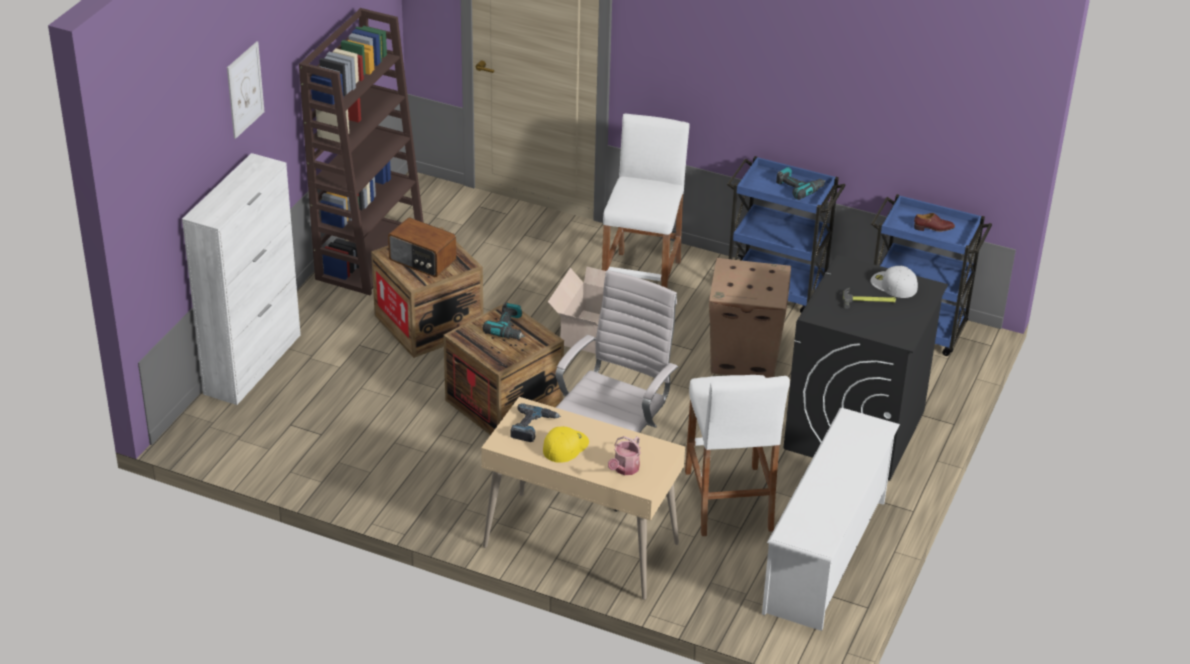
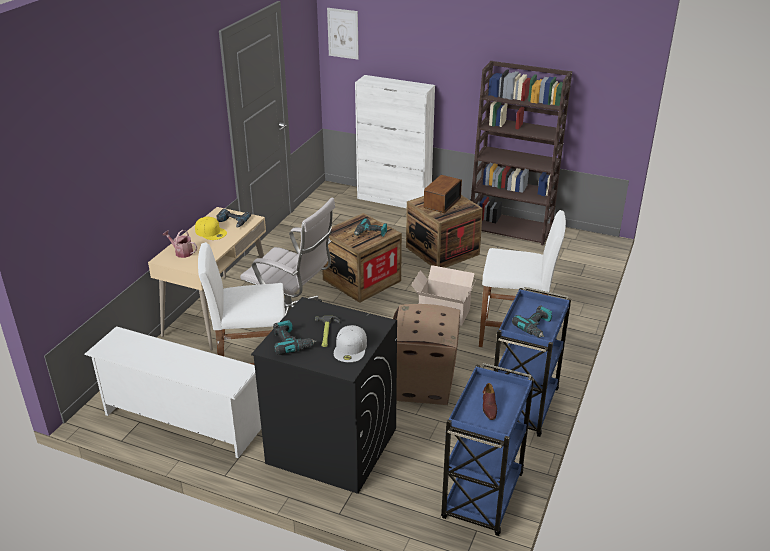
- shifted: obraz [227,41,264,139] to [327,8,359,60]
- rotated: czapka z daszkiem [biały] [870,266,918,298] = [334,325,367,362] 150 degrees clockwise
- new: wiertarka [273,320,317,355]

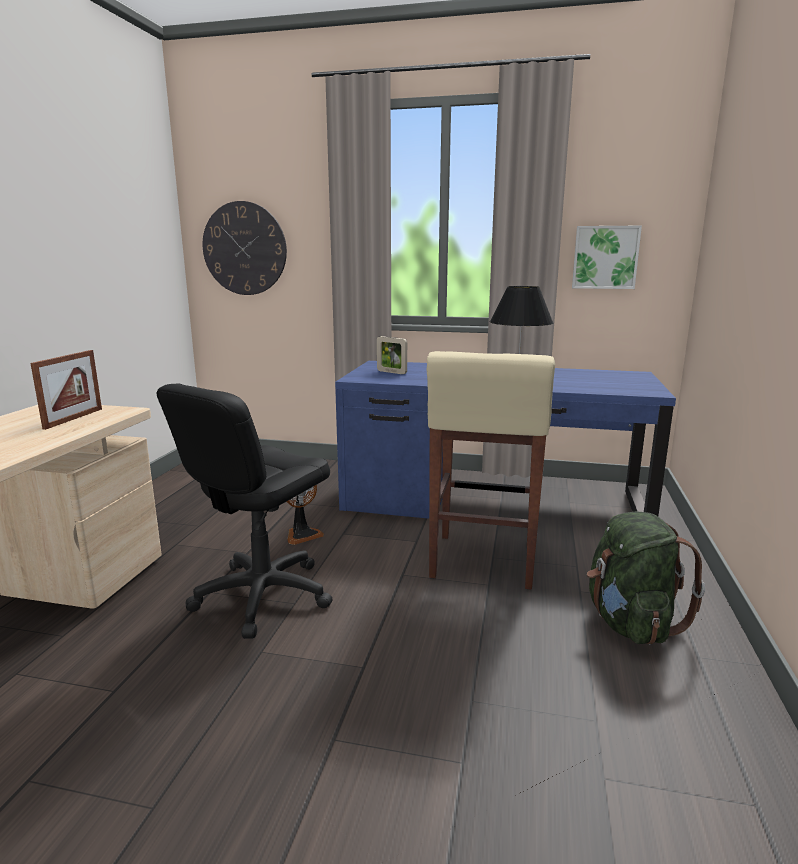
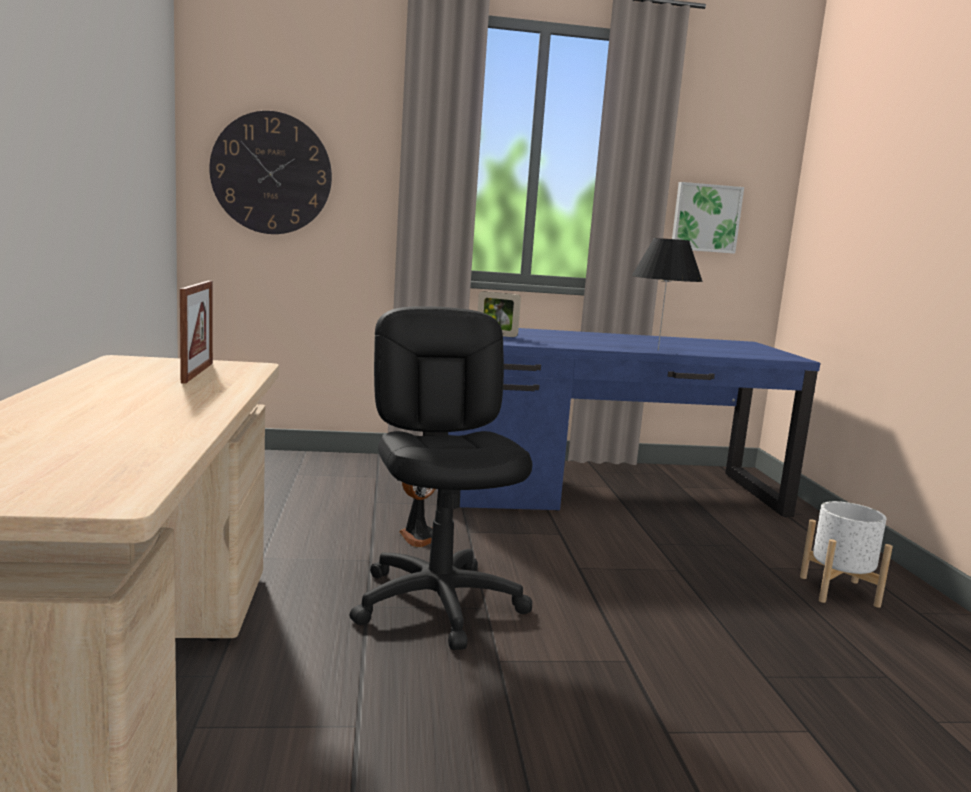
- rotated: krzesło biurowe [czarny] [157,383,333,639] = [350,306,532,650] 150 degrees clockwise
- gone: stołek [beżowy] [427,351,555,590]
- swapped: plecak [zielony] [587,511,705,645] to donica [biały] [800,501,893,608]

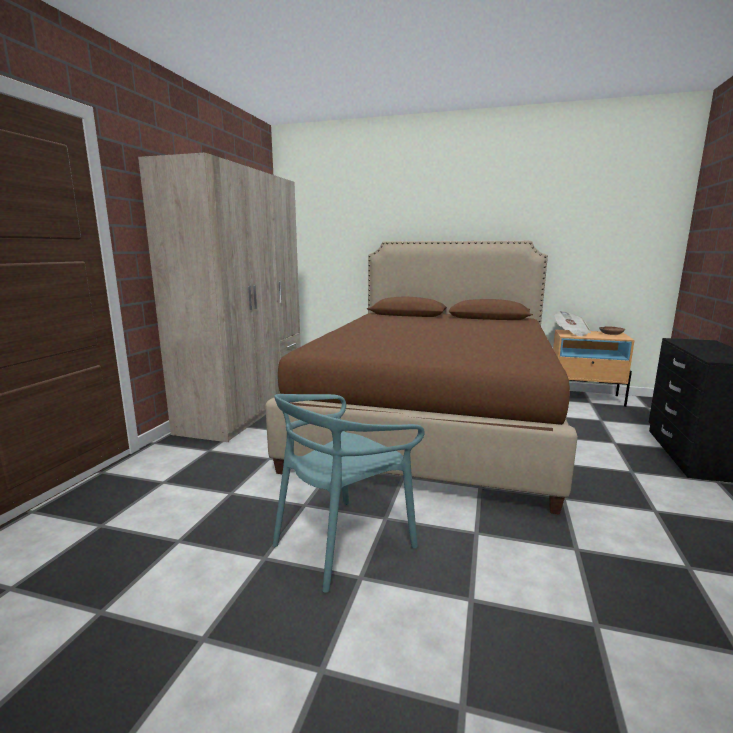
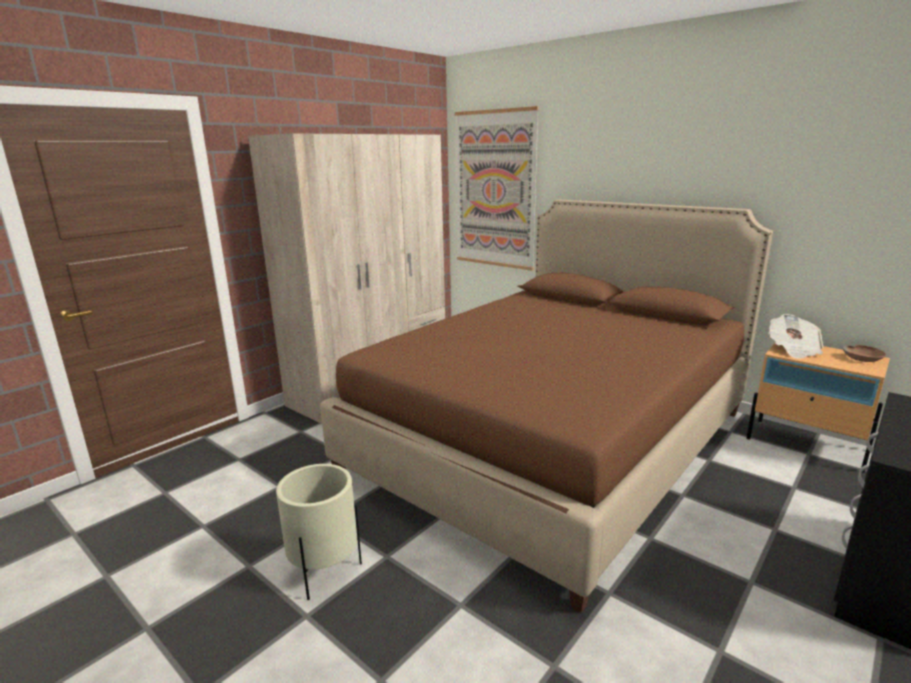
- swapped: krzesło [turkusowy] [272,394,425,593] to donica [beżowy] [276,464,362,600]
- new: obraz [455,106,539,271]

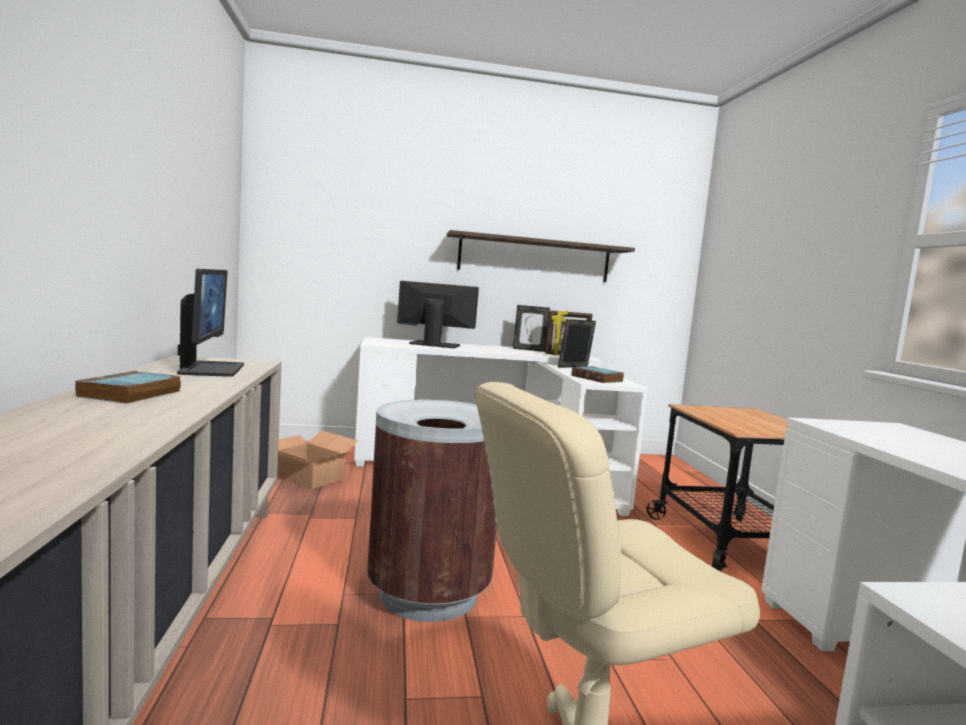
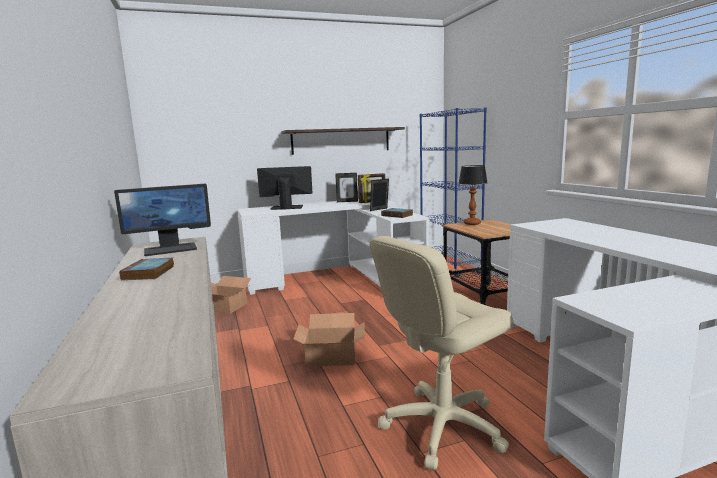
- rotated: monitor [177,269,244,377] = [114,184,211,256] 90 degrees clockwise
- swapped: kosz na śmieci [brązowy] [367,399,497,622] to karton [294,313,365,367]
- new: regał [niebieski] [420,108,487,277]
- new: lampa stołowa [458,165,487,225]

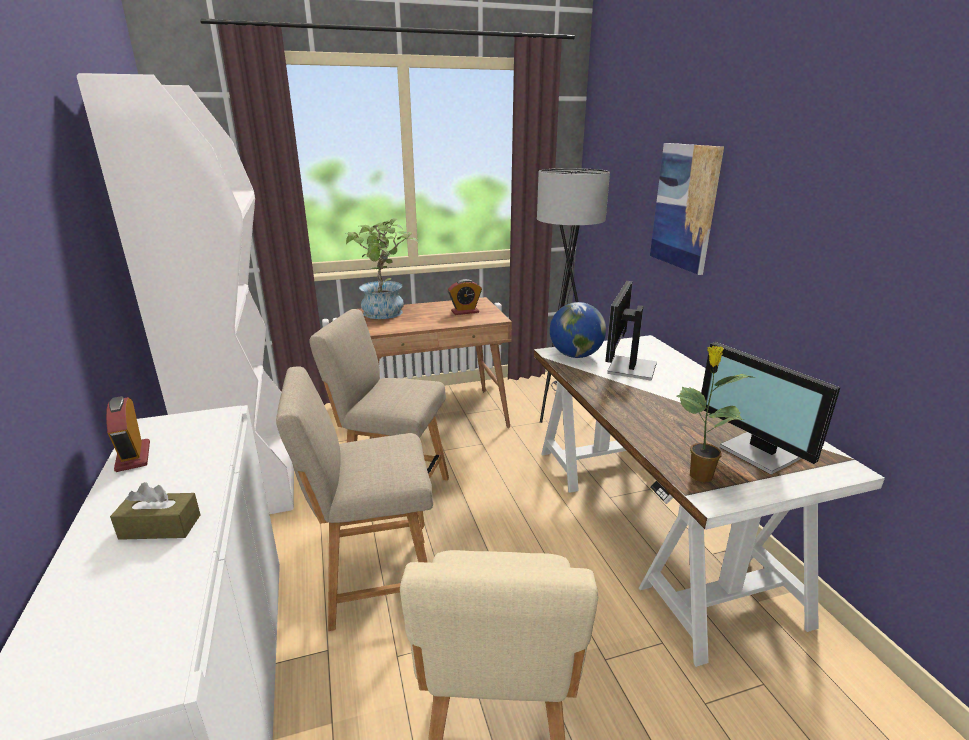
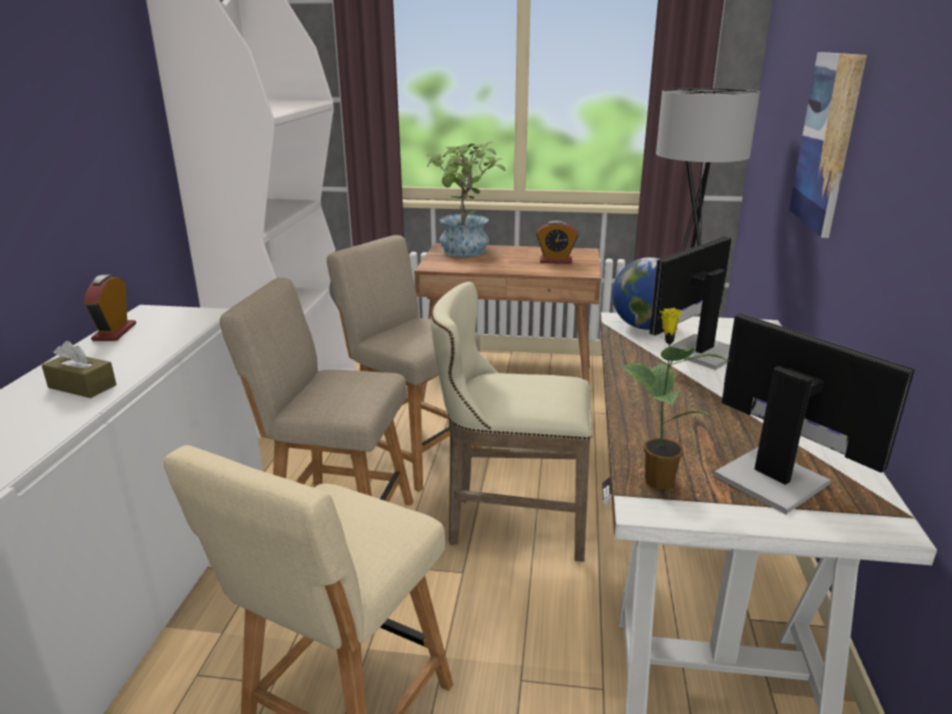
- rotated: monitor [701,342,841,475] = [714,313,915,514] 150 degrees clockwise
- new: stołek [beżowy] [431,282,592,562]

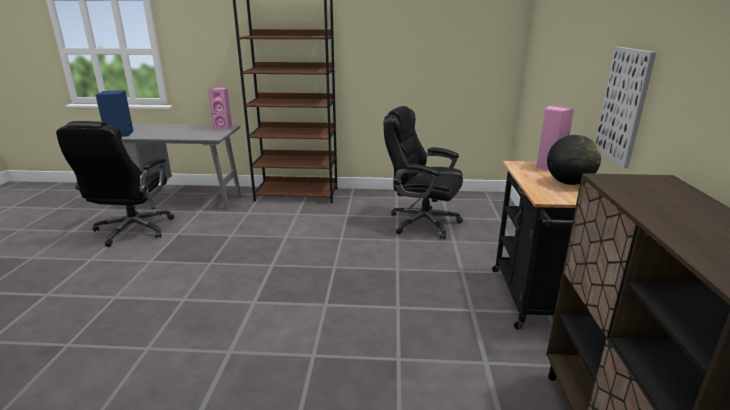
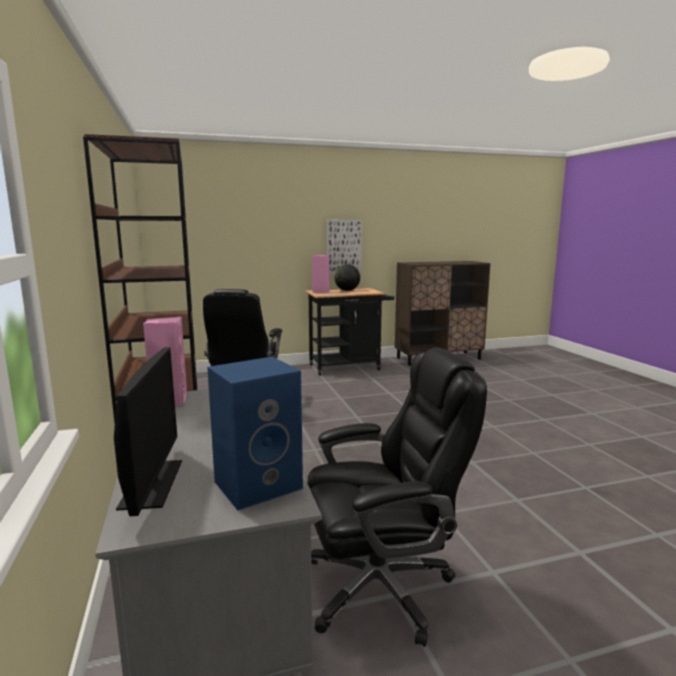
- new: monitor [114,347,182,516]

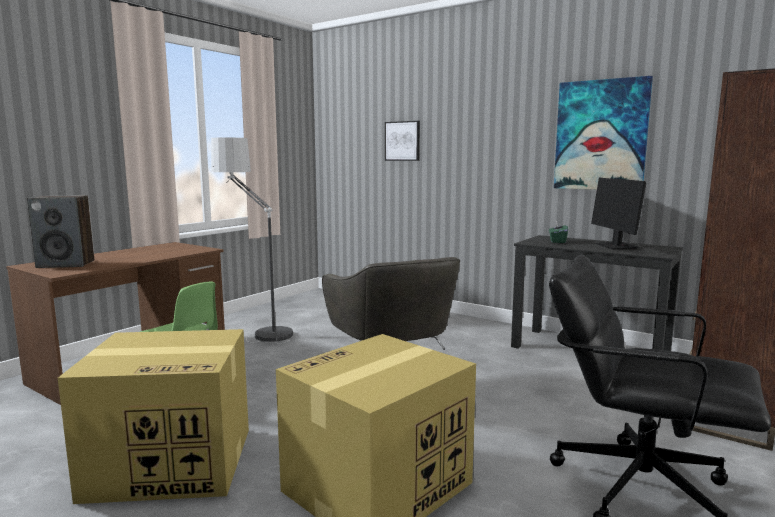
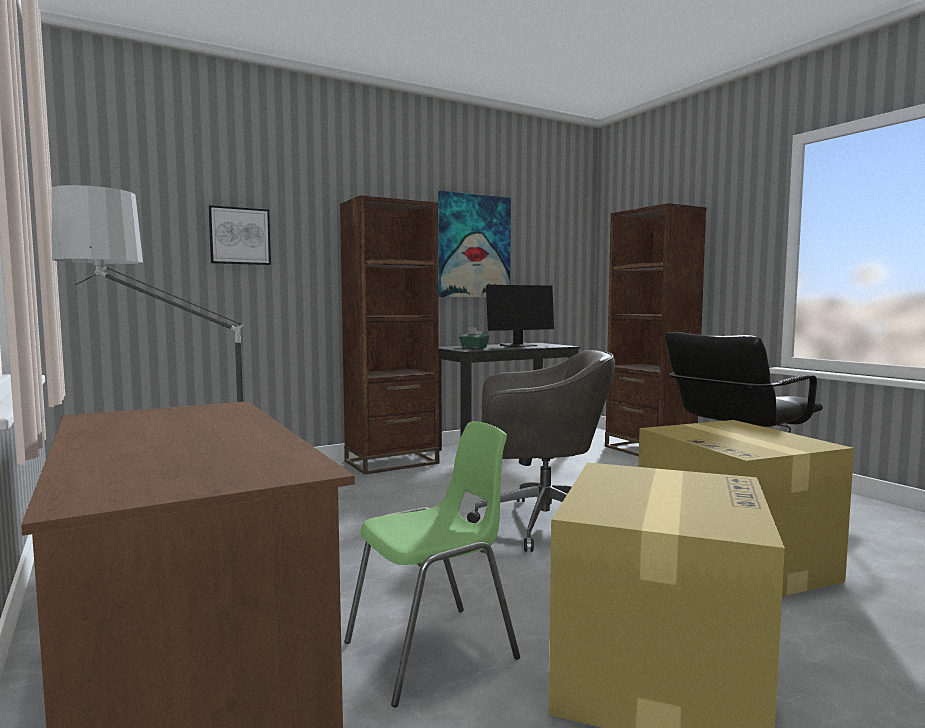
- gone: głośnik [27,196,94,268]
- rotated: monitor [591,178,646,250] = [486,284,554,347] 45 degrees counterclockwise
- new: regał [brązowy] [340,195,439,475]

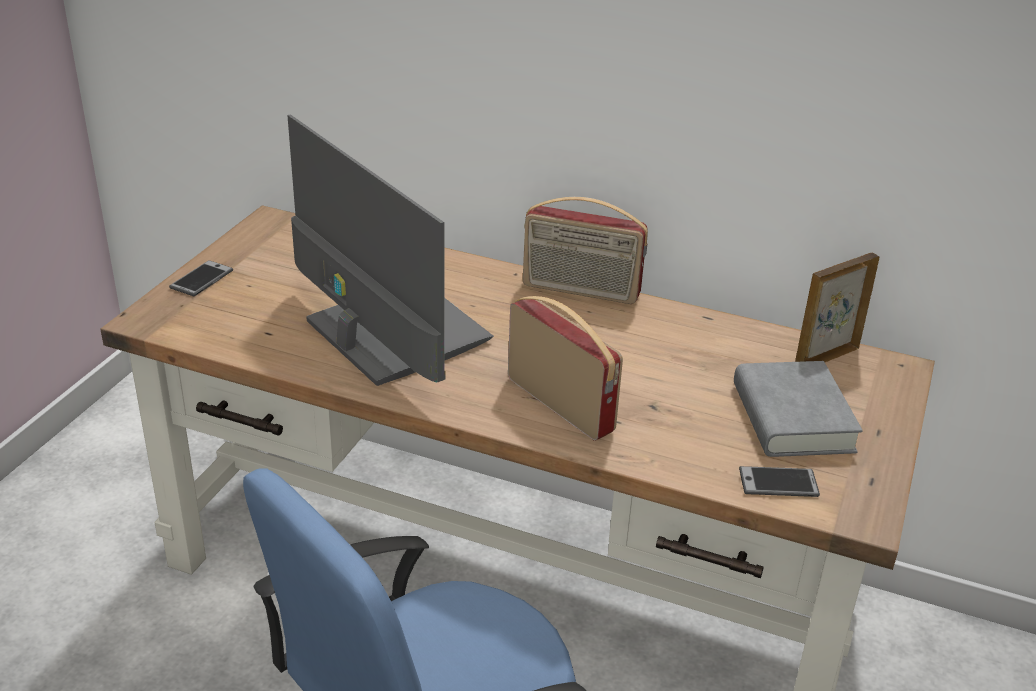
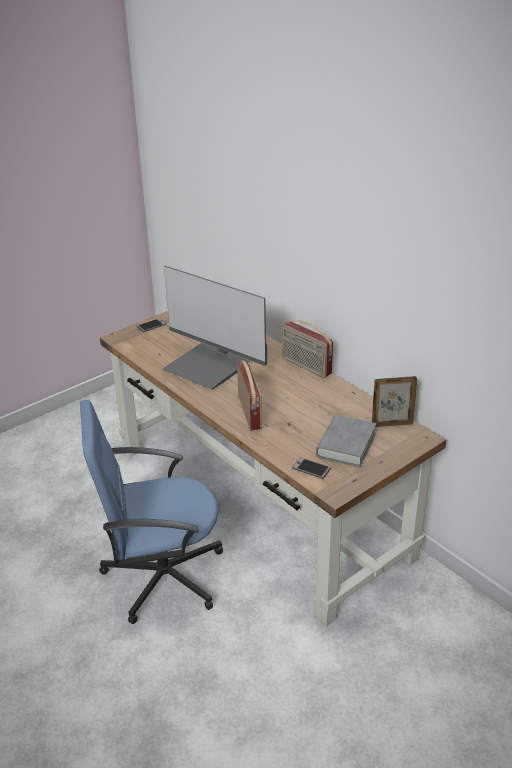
- rotated: monitor [287,114,494,386] = [162,266,267,389] 135 degrees clockwise

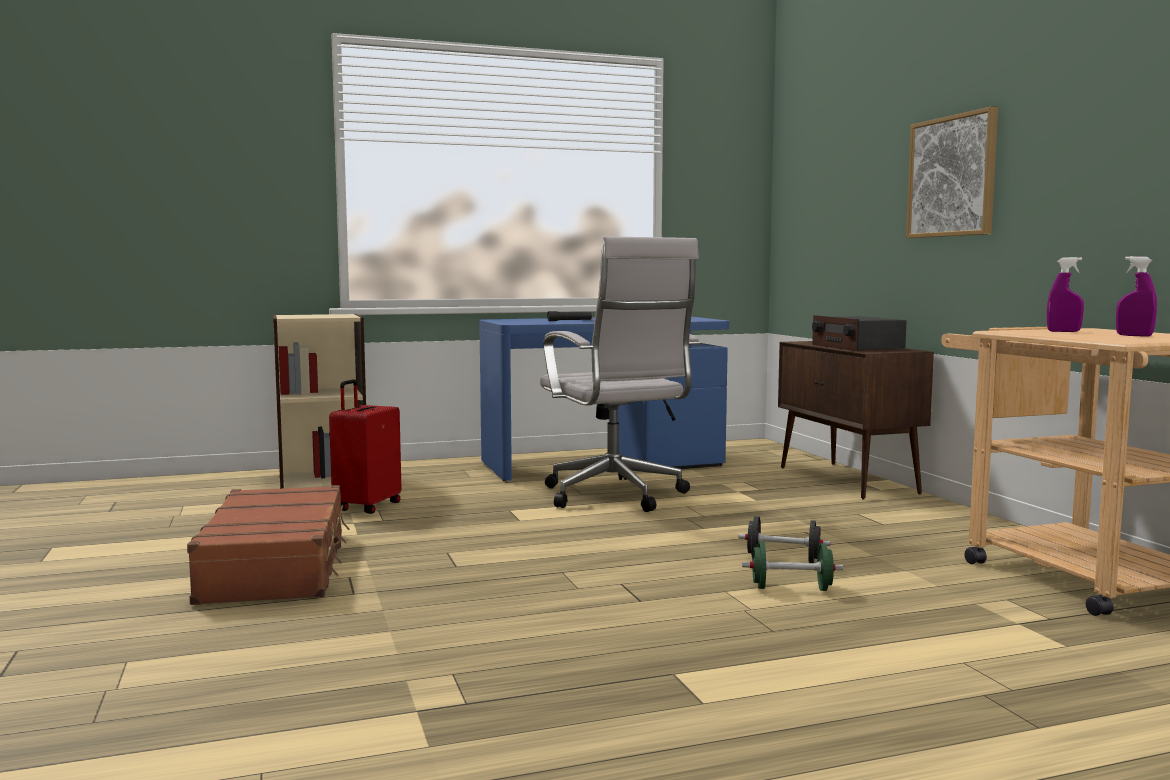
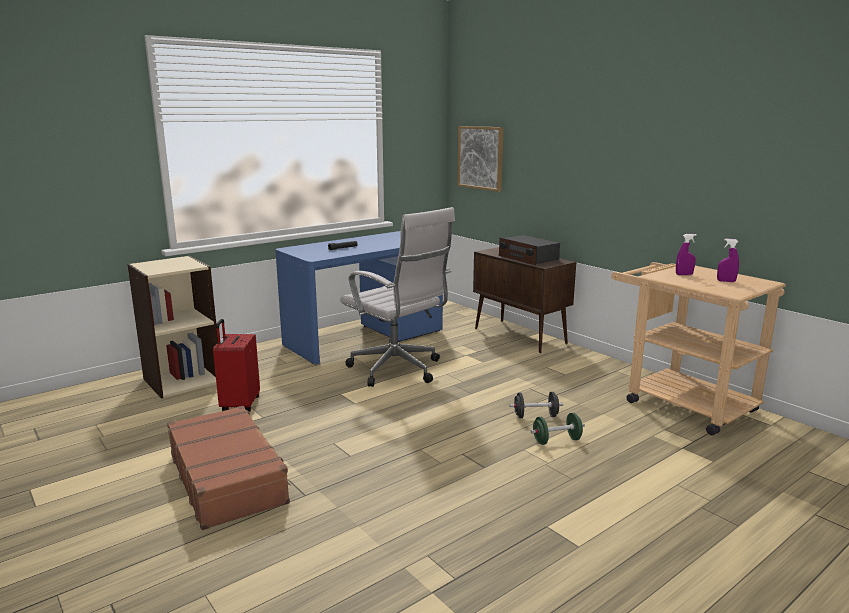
- shifted: obraz [906,106,998,238] to [458,126,504,192]

